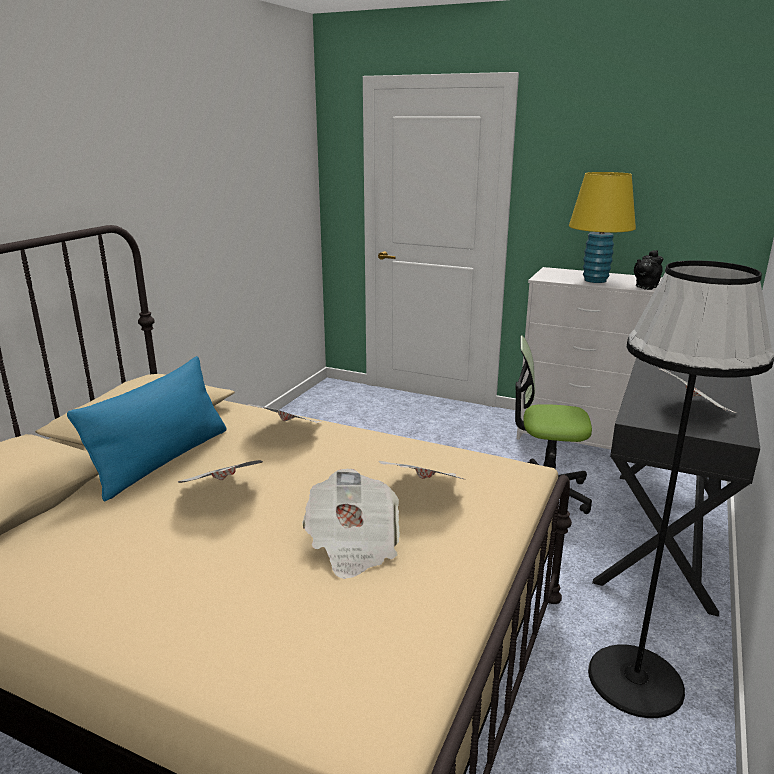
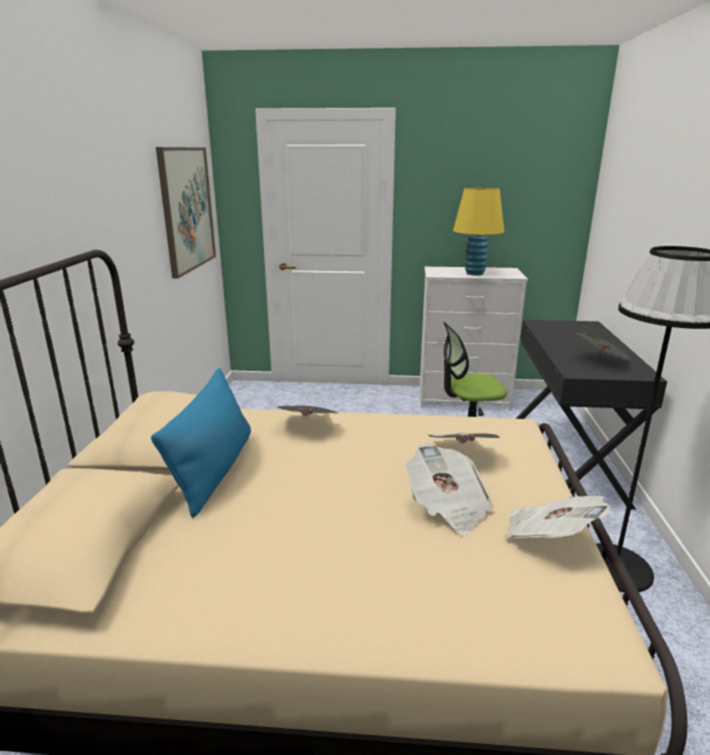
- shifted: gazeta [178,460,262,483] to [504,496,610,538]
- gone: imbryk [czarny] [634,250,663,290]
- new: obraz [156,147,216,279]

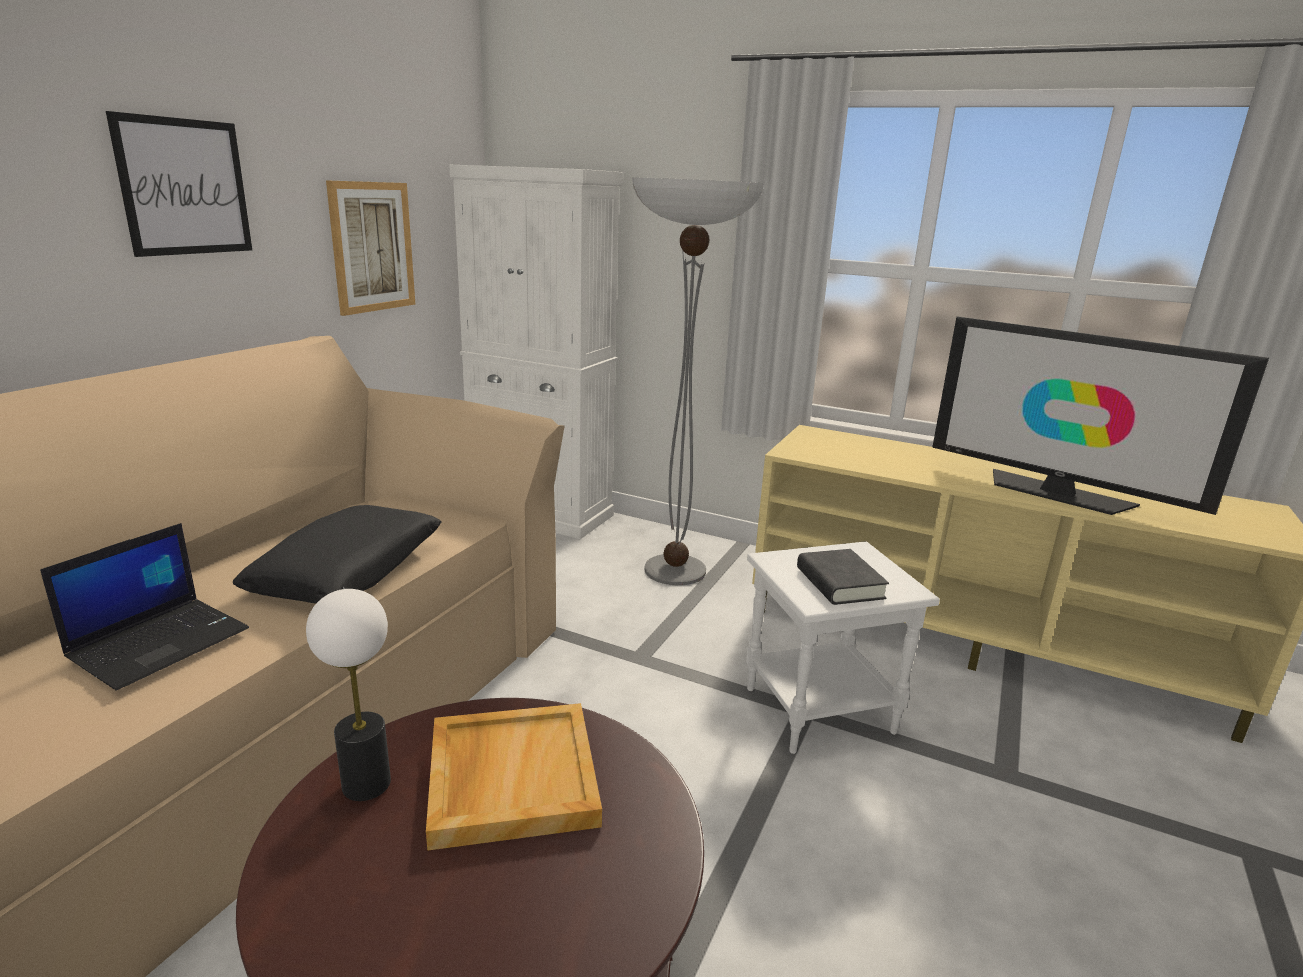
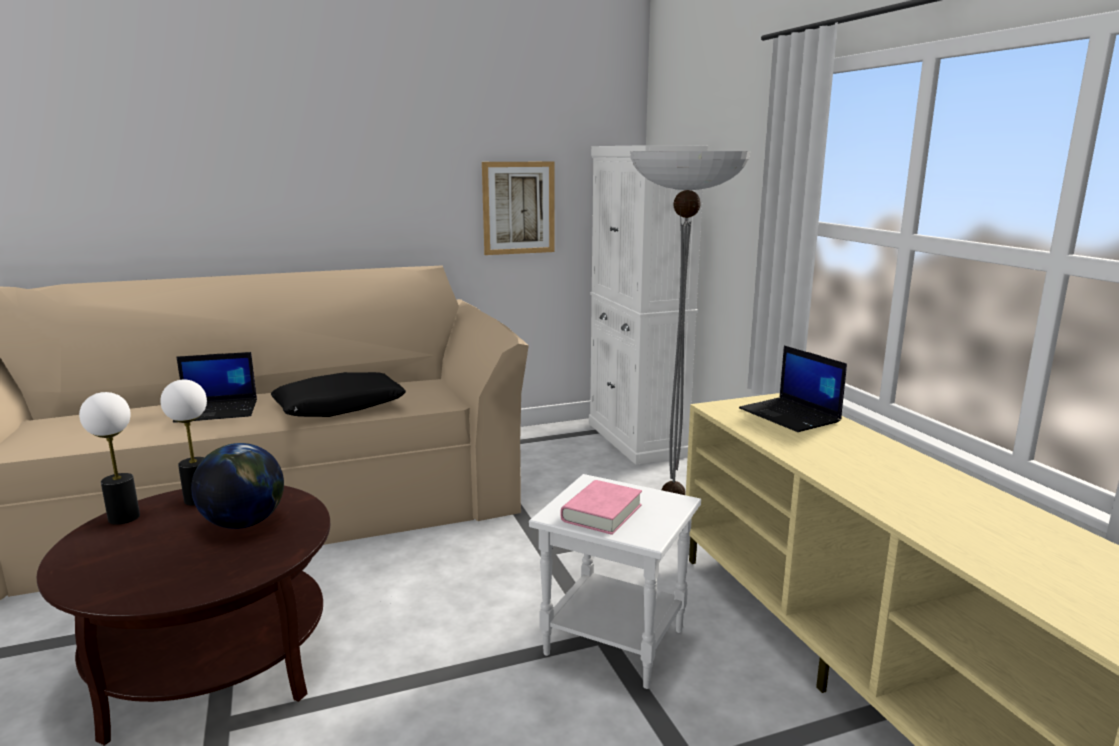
- gone: obraz [106,111,252,257]
- swapped: taca [beżowy] [426,703,602,851] to globus [191,443,284,529]
- repainted: książka [czarny] [797,549,889,605] to książka [różowy] [561,480,642,535]
- gone: telewizor [932,316,1269,515]
- new: lampa stołowa [79,392,140,525]
- new: laptop [739,346,847,432]

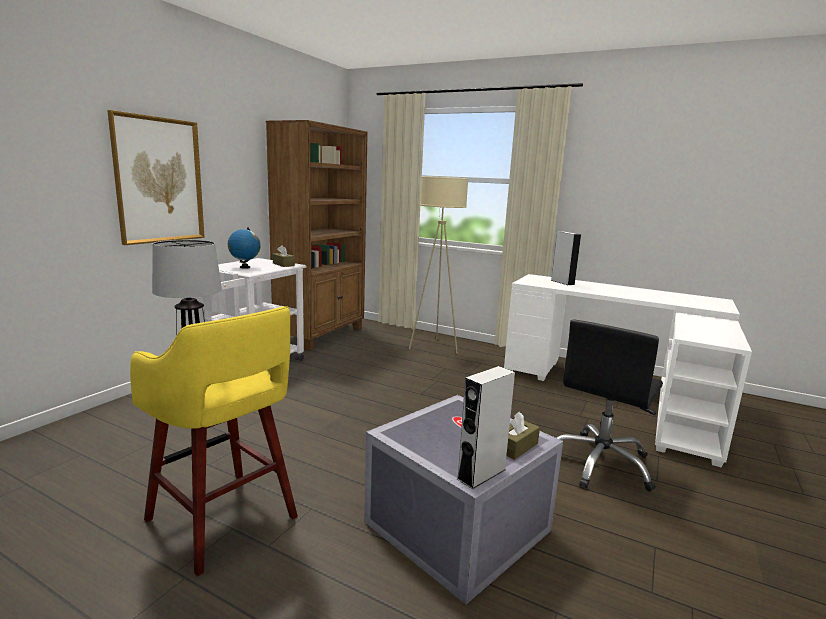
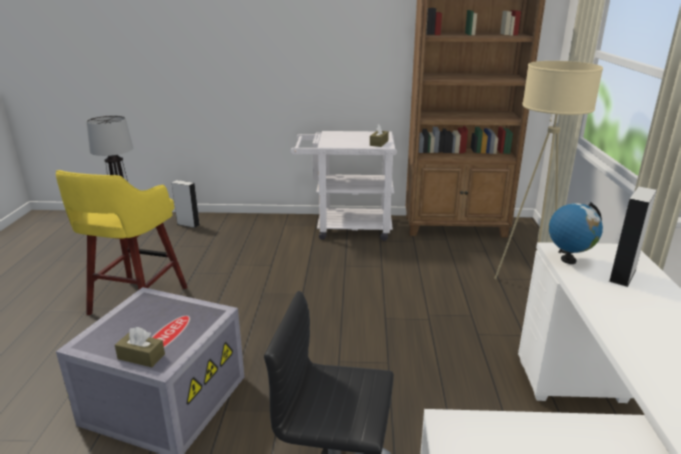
- gone: obraz [107,110,205,245]
- shifted: globus [228,227,261,269] to [549,202,603,264]
- shifted: głośnik [szary] [457,366,515,489] to [172,180,200,228]

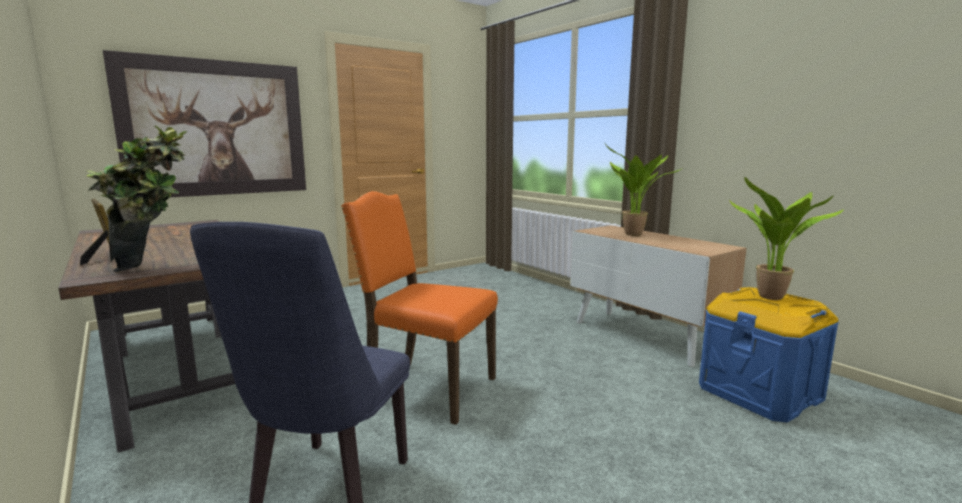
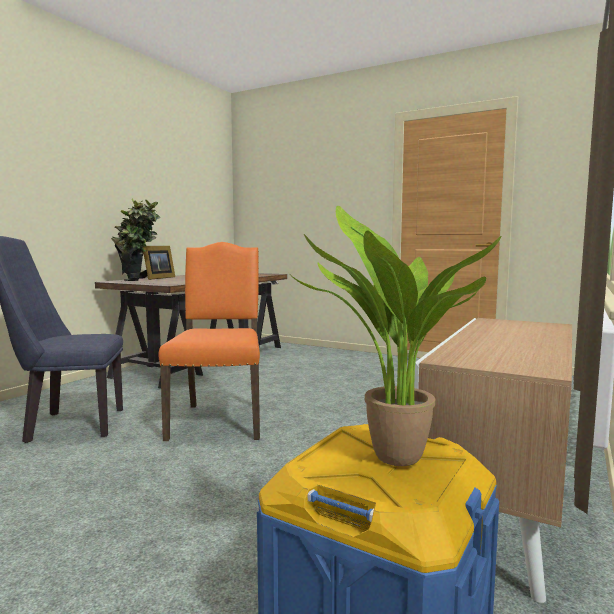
- gone: obraz [103,50,306,197]
- gone: roślina doniczkowa [604,142,684,236]

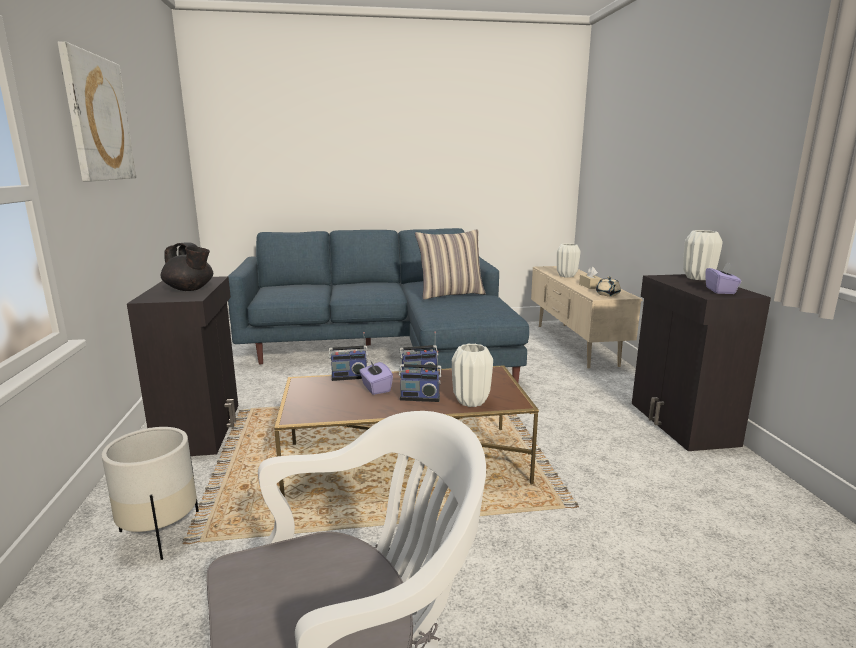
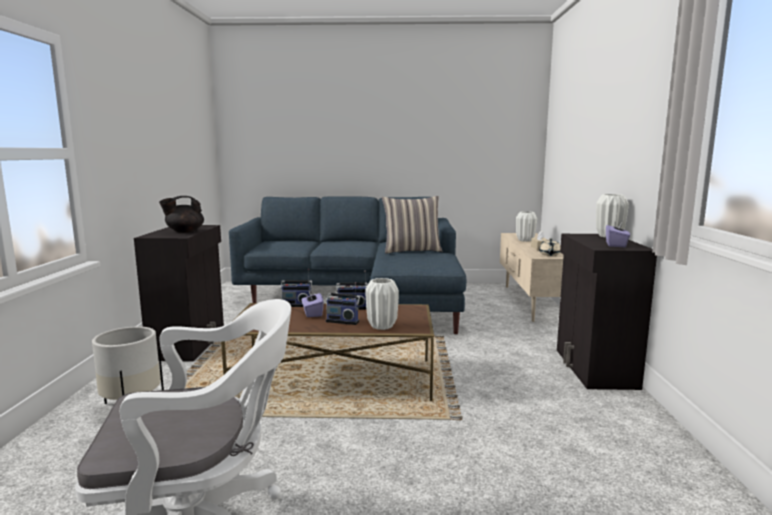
- gone: obraz [57,41,136,181]
- rotated: imbryk [czarny] [161,242,213,291] = [159,196,204,233] 105 degrees clockwise

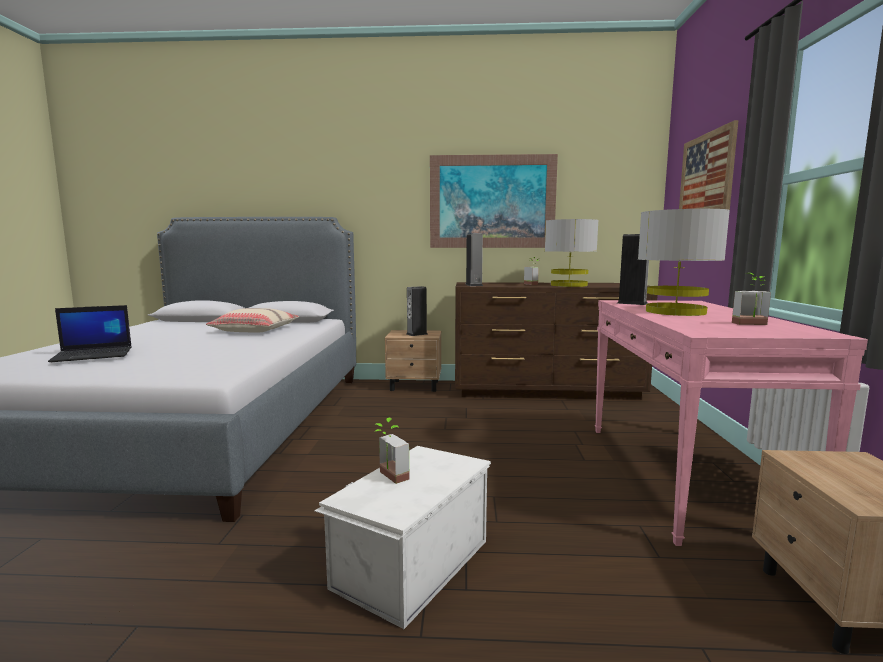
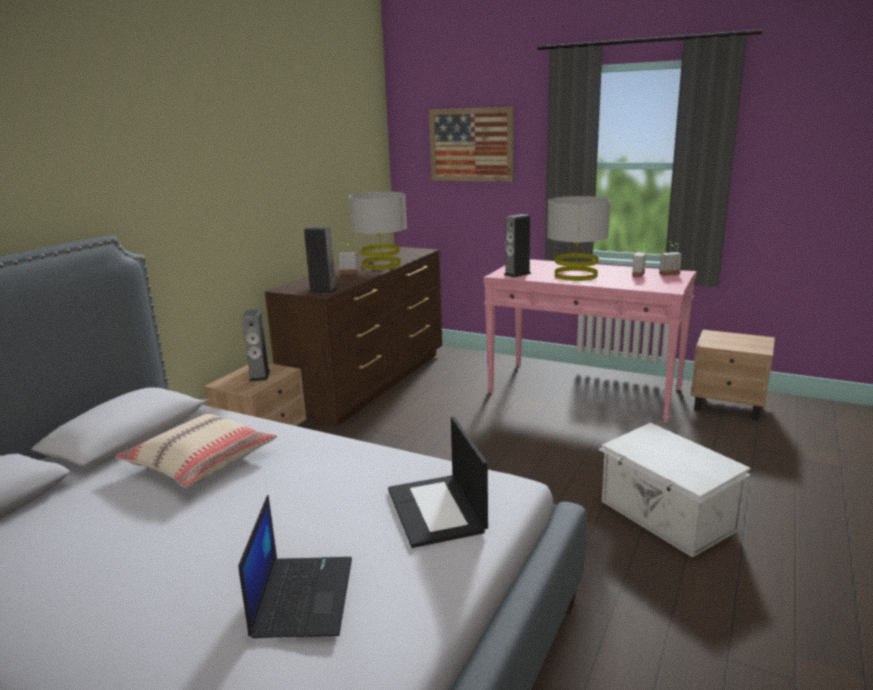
- shifted: roślina doniczkowa [375,418,409,484] to [659,241,682,276]
- gone: obraz [430,154,558,248]
- new: laptop [388,416,488,548]

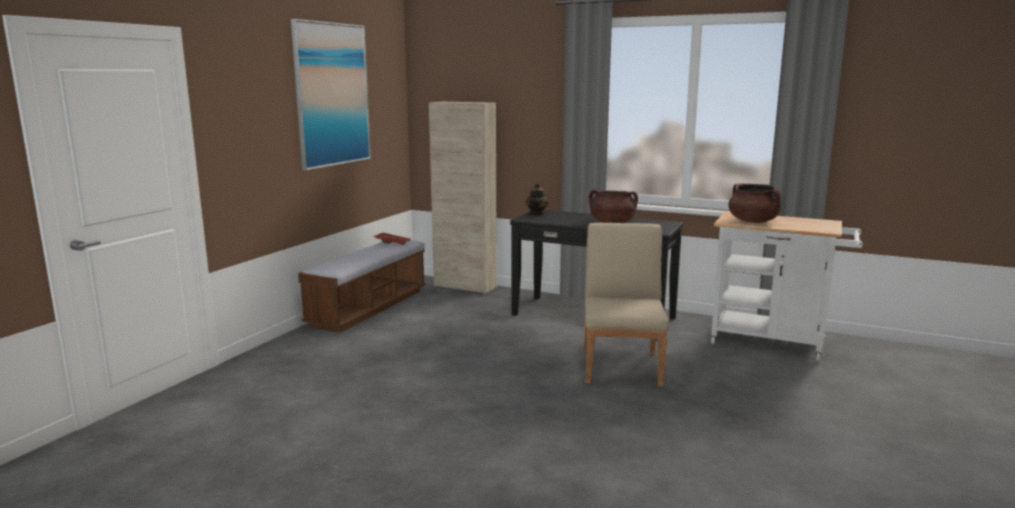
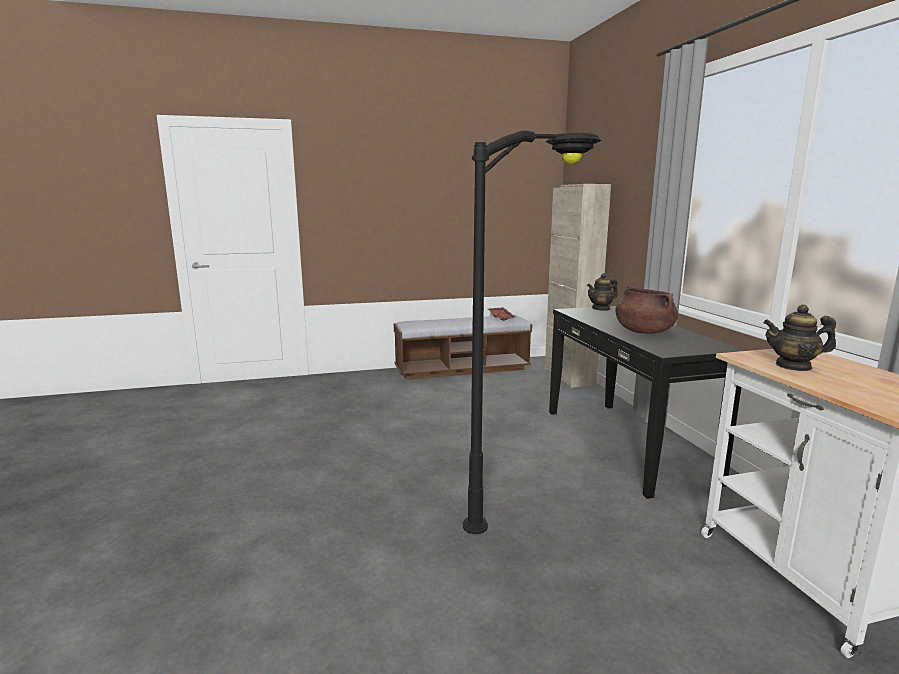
- gone: obraz [291,19,371,171]
- swapped: krzesło [beżowy] [584,223,669,387] to lampa stojąca [czarny] [463,130,601,534]
- swapped: garnek [brązowy] [728,183,781,223] to imbryk [763,304,836,371]

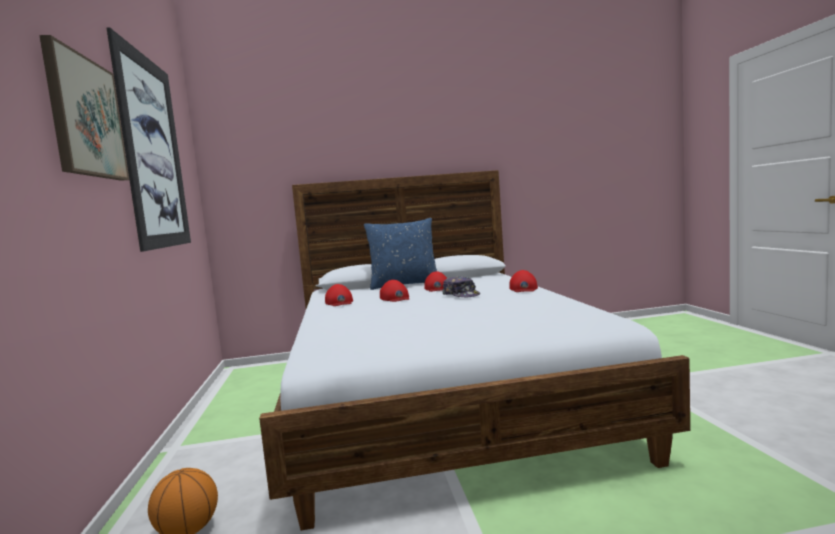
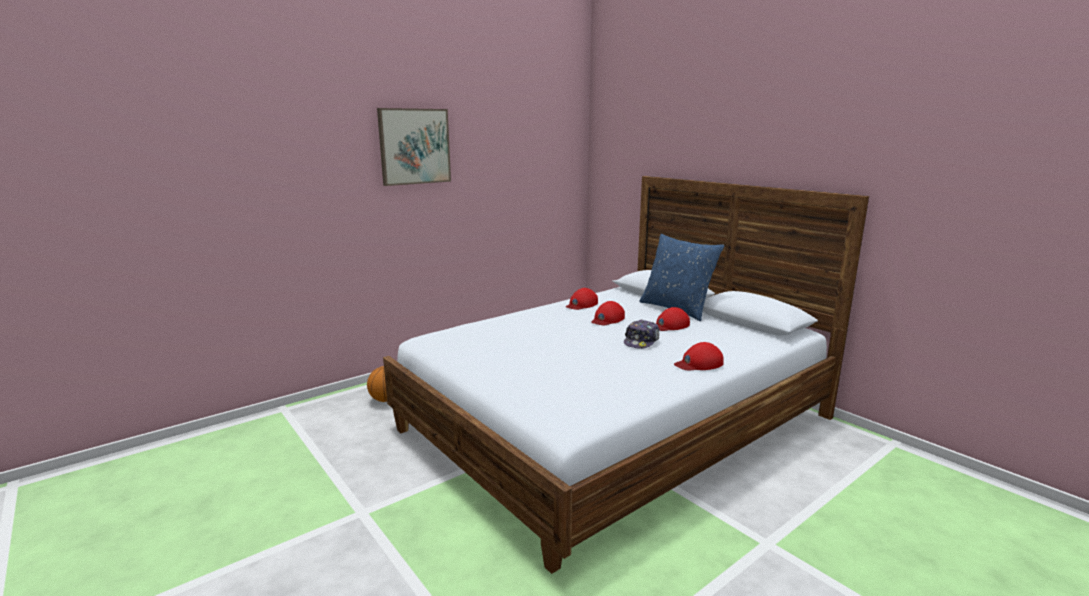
- gone: obraz [106,27,191,252]

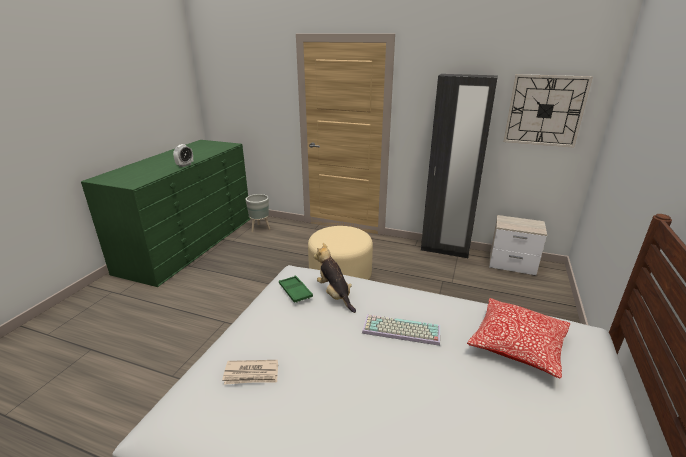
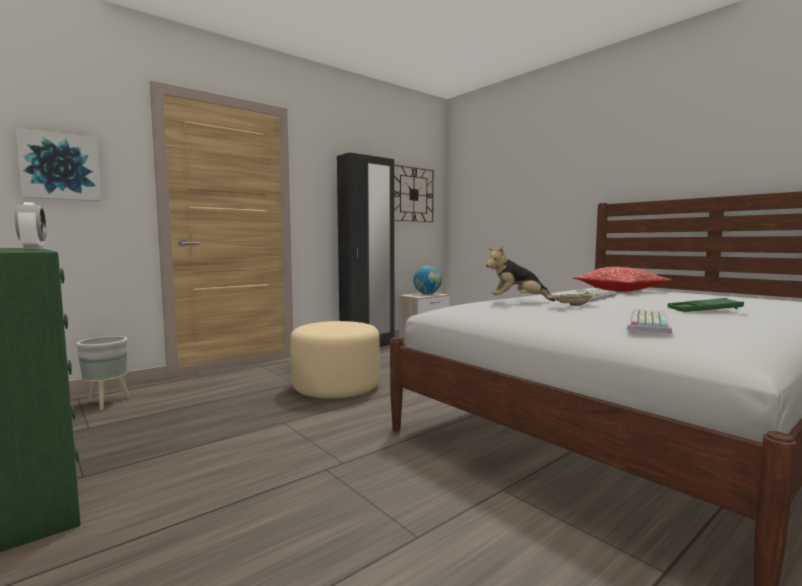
- swapped: gazeta [222,360,278,385] to klawiatura [627,309,672,334]
- shifted: taca [zielony] [279,276,313,303] to [668,298,744,312]
- new: obraz [16,128,101,201]
- new: globus [413,266,442,294]
- new: taca [beżowy] [545,292,598,306]

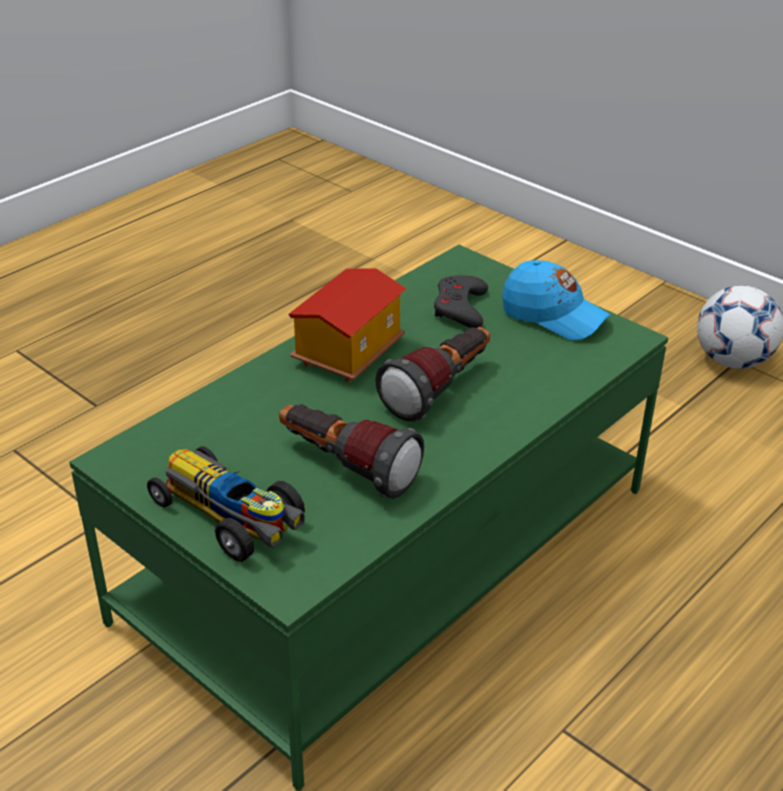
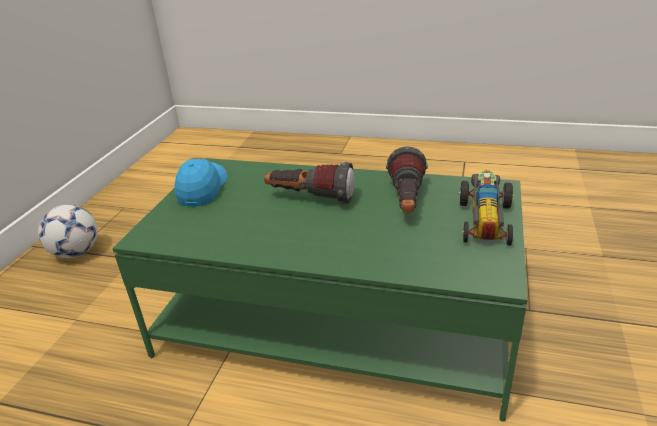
- gone: domek [289,268,407,382]
- gone: pad do gier [szary] [434,275,488,328]

